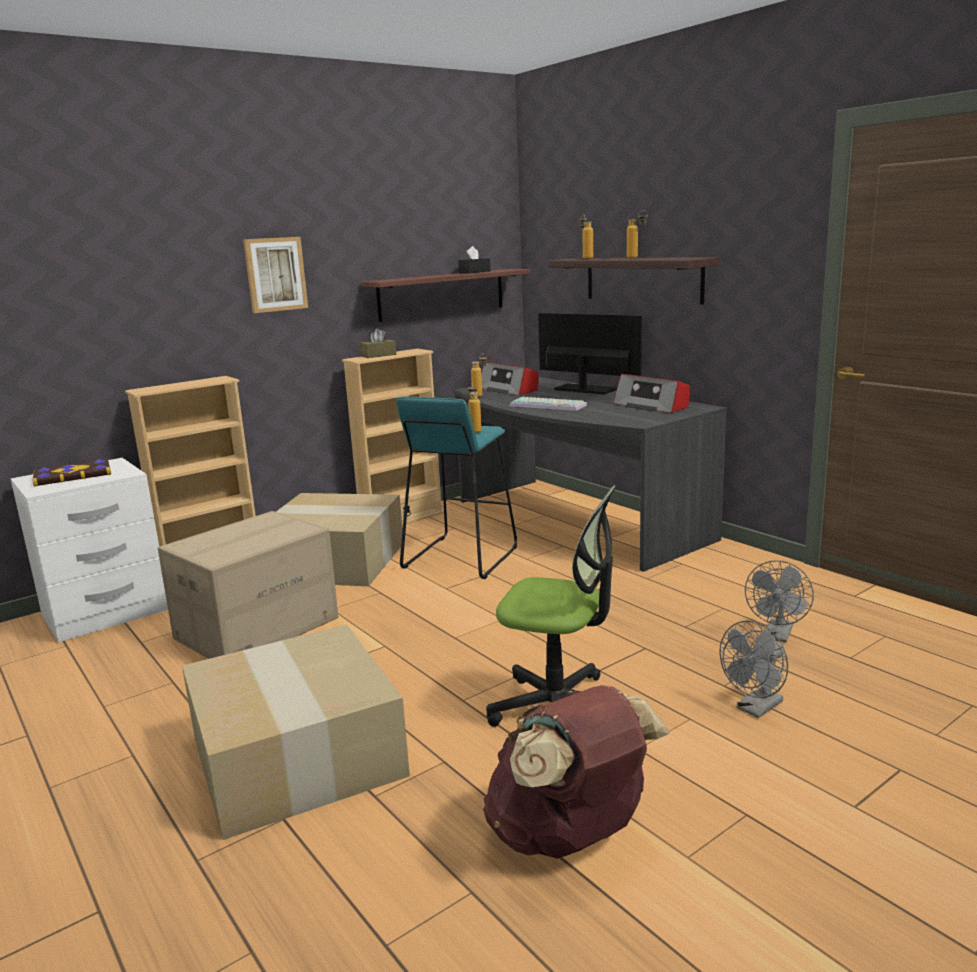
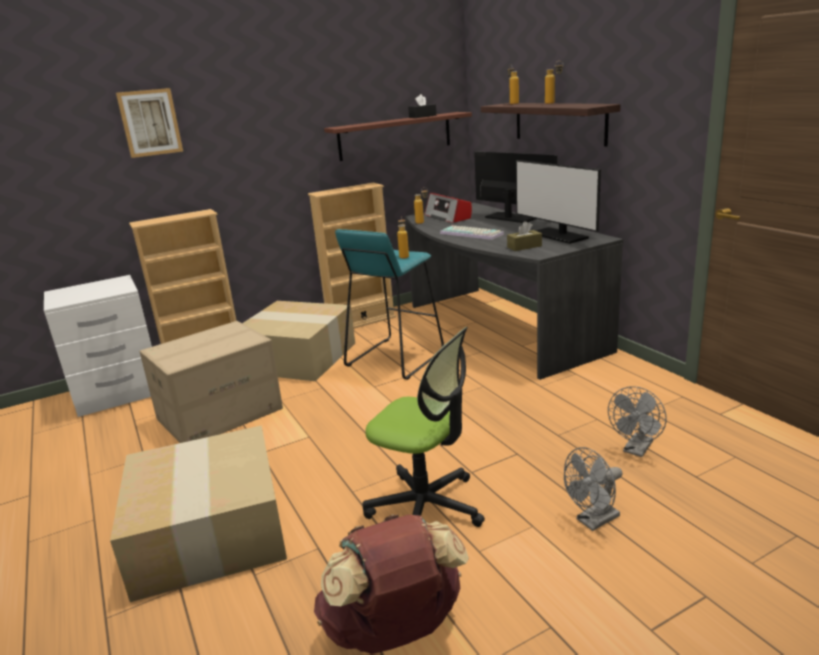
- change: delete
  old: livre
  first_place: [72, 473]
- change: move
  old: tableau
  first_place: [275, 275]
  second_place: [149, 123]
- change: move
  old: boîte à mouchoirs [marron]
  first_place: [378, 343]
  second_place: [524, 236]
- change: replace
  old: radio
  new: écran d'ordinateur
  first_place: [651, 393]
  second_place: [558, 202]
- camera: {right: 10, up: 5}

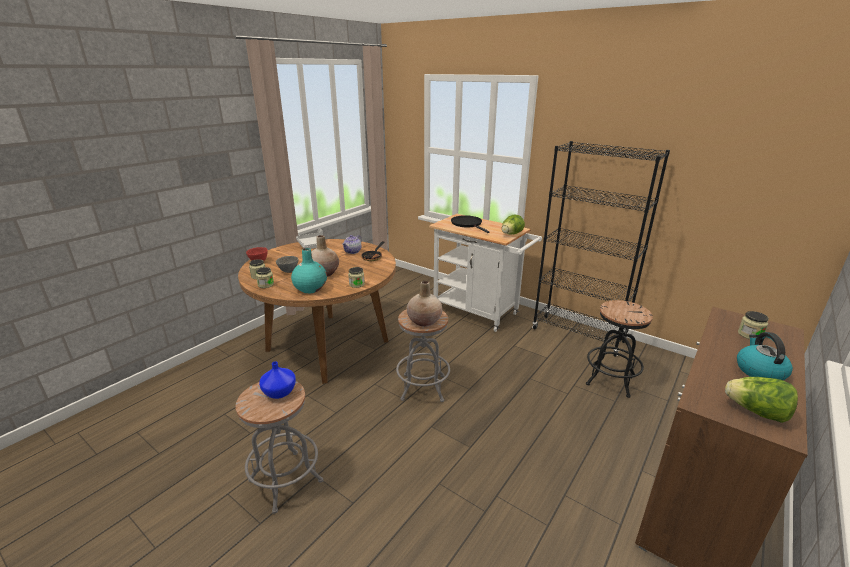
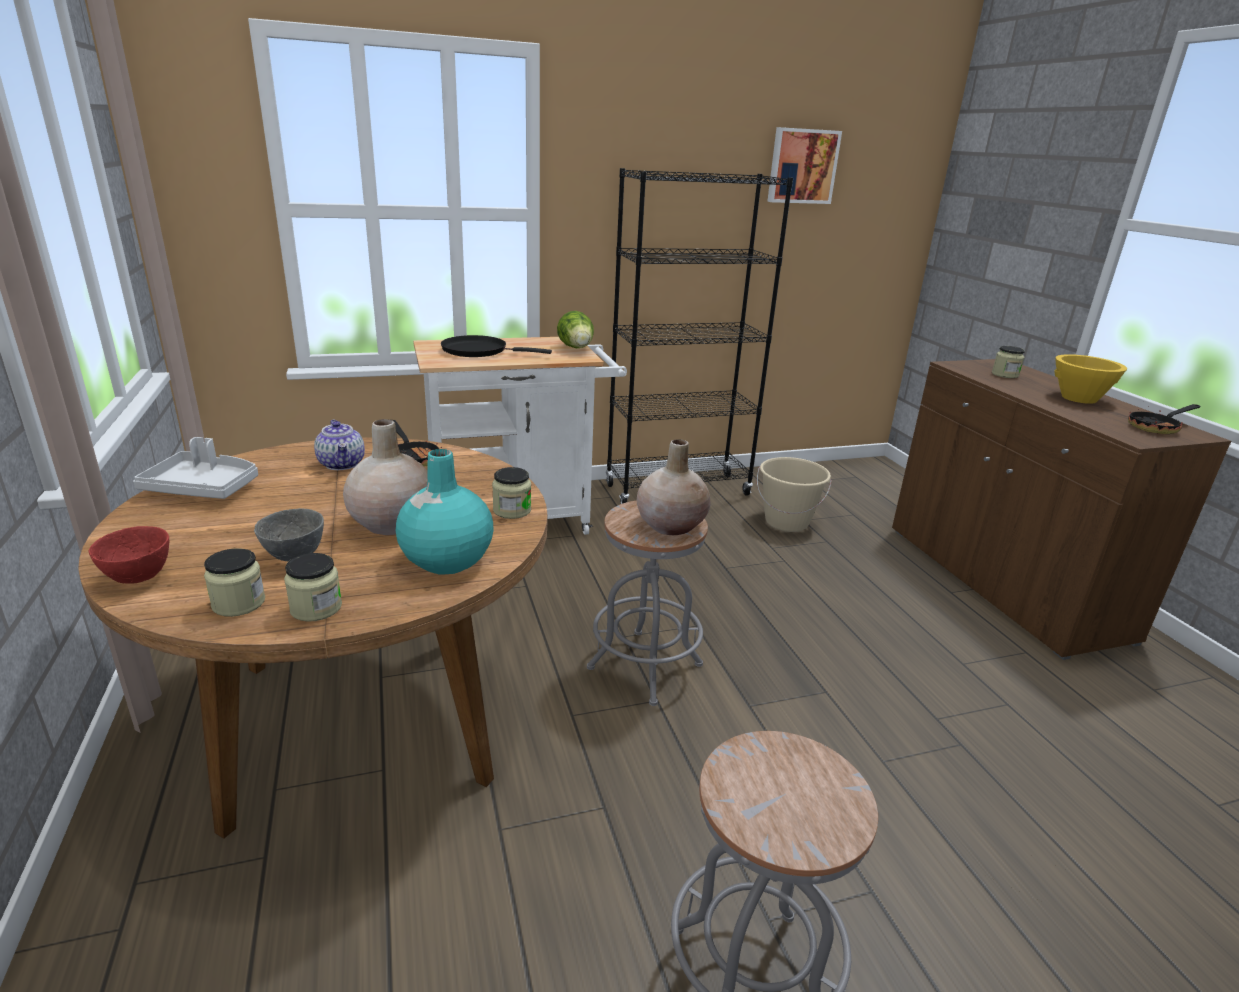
- change: delete
  old: vase [bleu]
  first_place: [277, 380]
- change: insert
  new: tableau
  second_place: [804, 165]
- change: replace
  old: tabouret [noir]
  new: seau [beige]
  first_place: [619, 349]
  second_place: [794, 494]
- change: replace
  old: laitue
  new: poêle
  first_place: [761, 400]
  second_place: [1164, 419]
- change: replace
  old: bouilloire
  new: bol [jaune]
  first_place: [765, 356]
  second_place: [1091, 379]
- camera: {right: -55, up: 0}

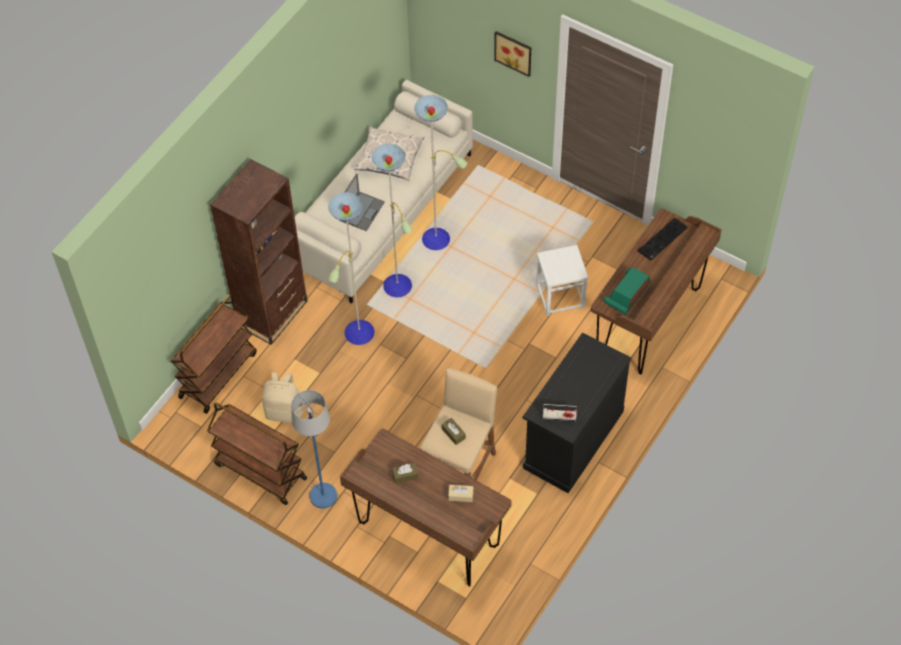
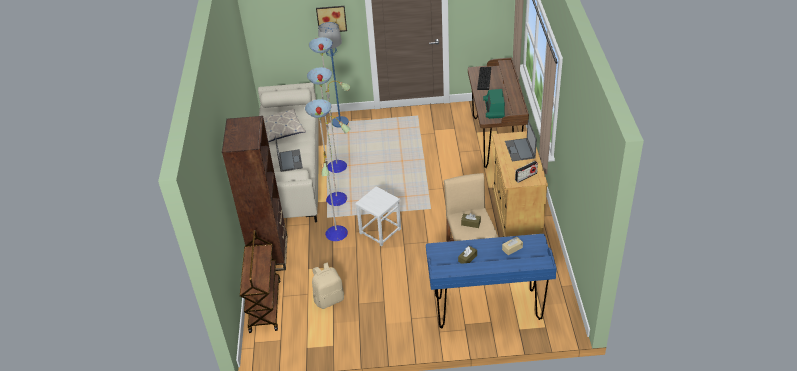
- change: delete
  old: chariot [marron]
  first_place: [257, 453]
- change: insert
  new: ordinateur portable
  second_place: [521, 140]
- change: move
  old: lampadaire [bleu]
  first_place: [314, 449]
  second_place: [333, 75]
- change: move
  old: tabouret [blanc]
  first_place: [562, 280]
  second_place: [378, 216]
- change: recolor
  old: bureau [marron]
  new: bureau [bleu]
  first_place: [426, 508]
  second_place: [491, 281]
- change: recolor
  old: meuble de rangement [noir]
  new: meuble de rangement [beige]
  first_place: [577, 412]
  second_place: [520, 184]
- camera: {right: -35, up: -15}

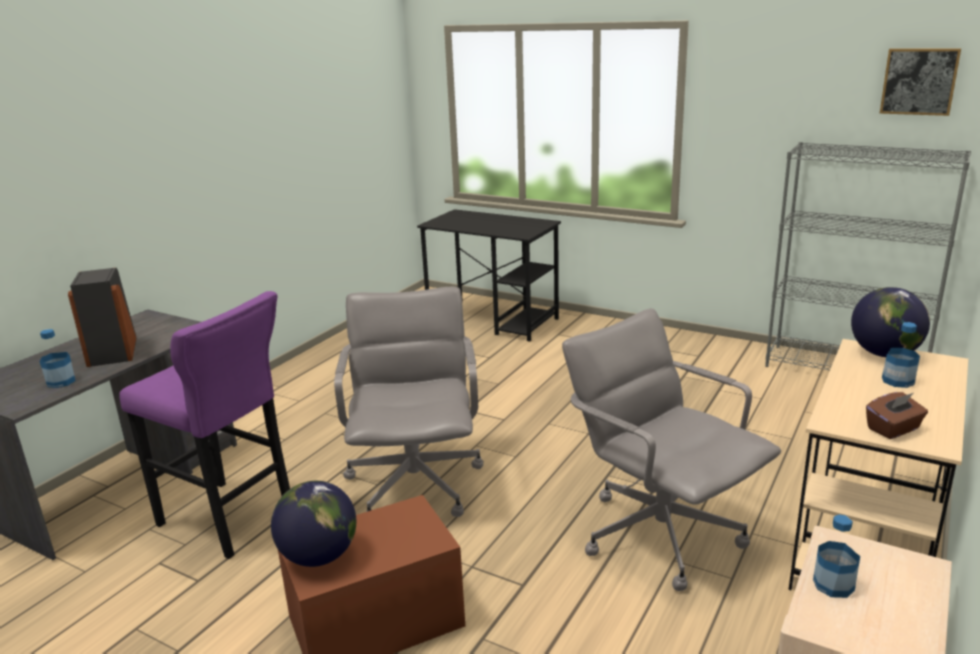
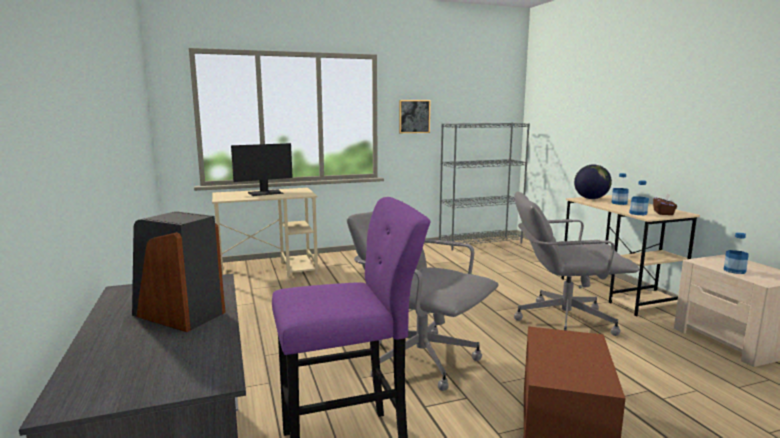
- change: delete
  old: globe
  first_place: [313, 524]
- change: insert
  new: écran d'ordinateur
  second_place: [262, 169]
- change: move
  old: bouteille
  first_place: [57, 358]
  second_place: [639, 197]
- change: move
  old: tableau
  first_place: [920, 82]
  second_place: [414, 116]
- change: recolor
  old: bureau [noir]
  new: bureau [beige]
  first_place: [489, 275]
  second_place: [265, 232]
- camera: {right: -50, up: -10}

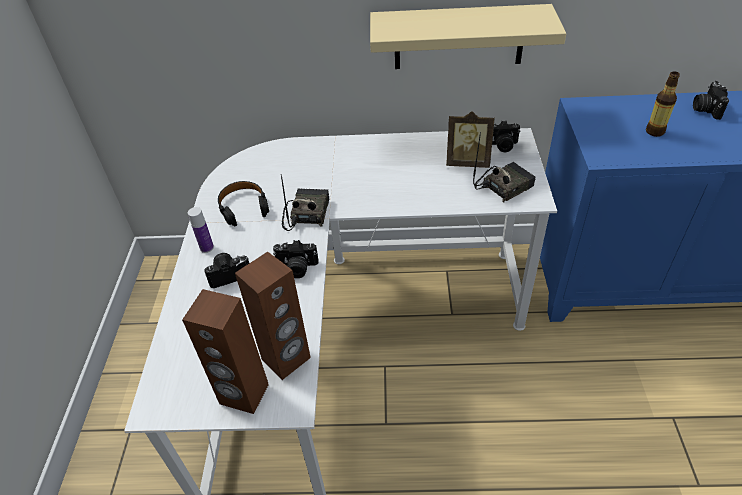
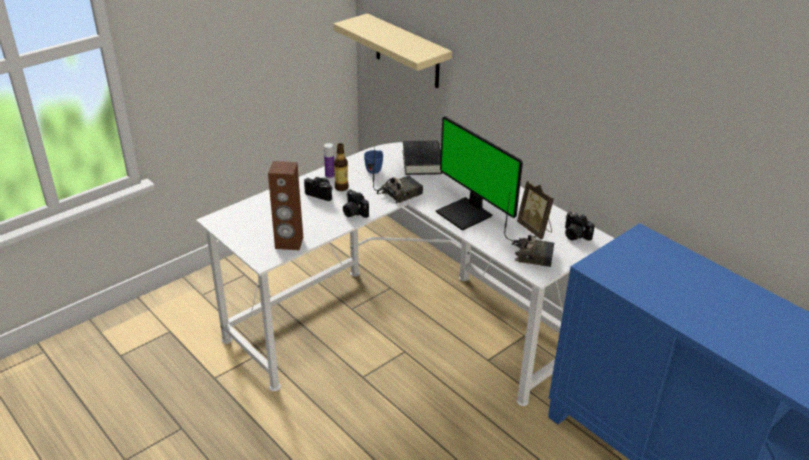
- change: delete
  old: enceinte [marron]
  first_place: [225, 351]
- change: delete
  old: appareil photo
  first_place: [711, 100]
- change: insert
  new: livre [noir]
  second_place: [422, 157]
- change: insert
  new: écran d'ordinateur
  second_place: [479, 173]
- change: move
  old: étagère [beige]
  first_place: [468, 36]
  second_place: [392, 50]
- change: move
  old: bouteille
  first_place: [663, 104]
  second_place: [341, 167]
- change: replace
  old: casque audio [noir]
  new: mug [bleu]
  first_place: [243, 204]
  second_place: [373, 162]
- camera: {right: 45, up: -10}

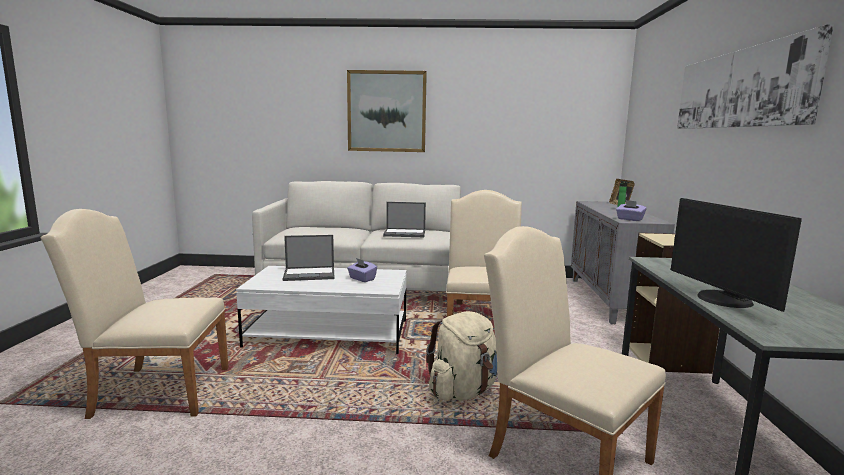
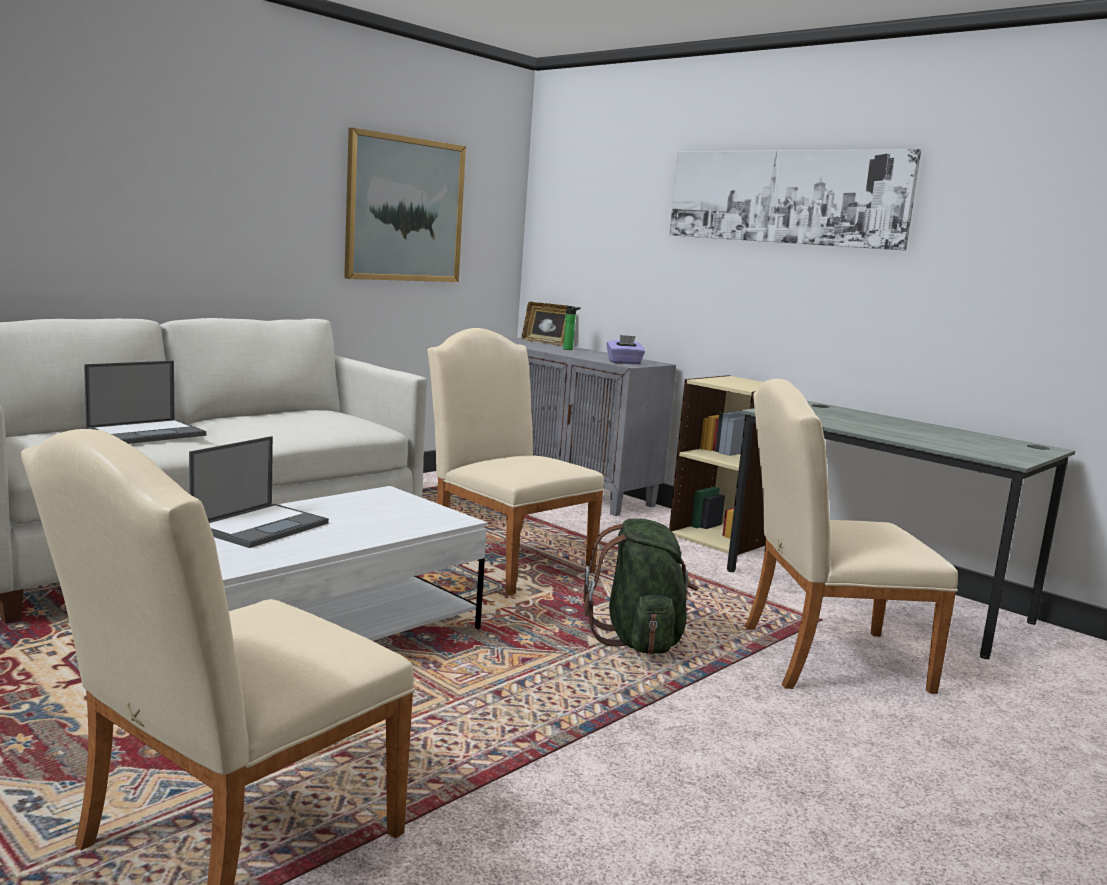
- change: delete
  old: boîte à mouchoirs [violet]
  first_place: [362, 270]
- change: delete
  old: écran d'ordinateur
  first_place: [736, 255]
- change: move
  old: tableau
  first_place: [387, 111]
  second_place: [405, 205]
- change: move
  old: ordinateur portable
  first_place: [404, 219]
  second_place: [145, 402]
- change: recolor
  old: sac à dos [beige]
  new: sac à dos [vert]
  first_place: [462, 355]
  second_place: [641, 586]
- camera: {right: -50, up: 0}

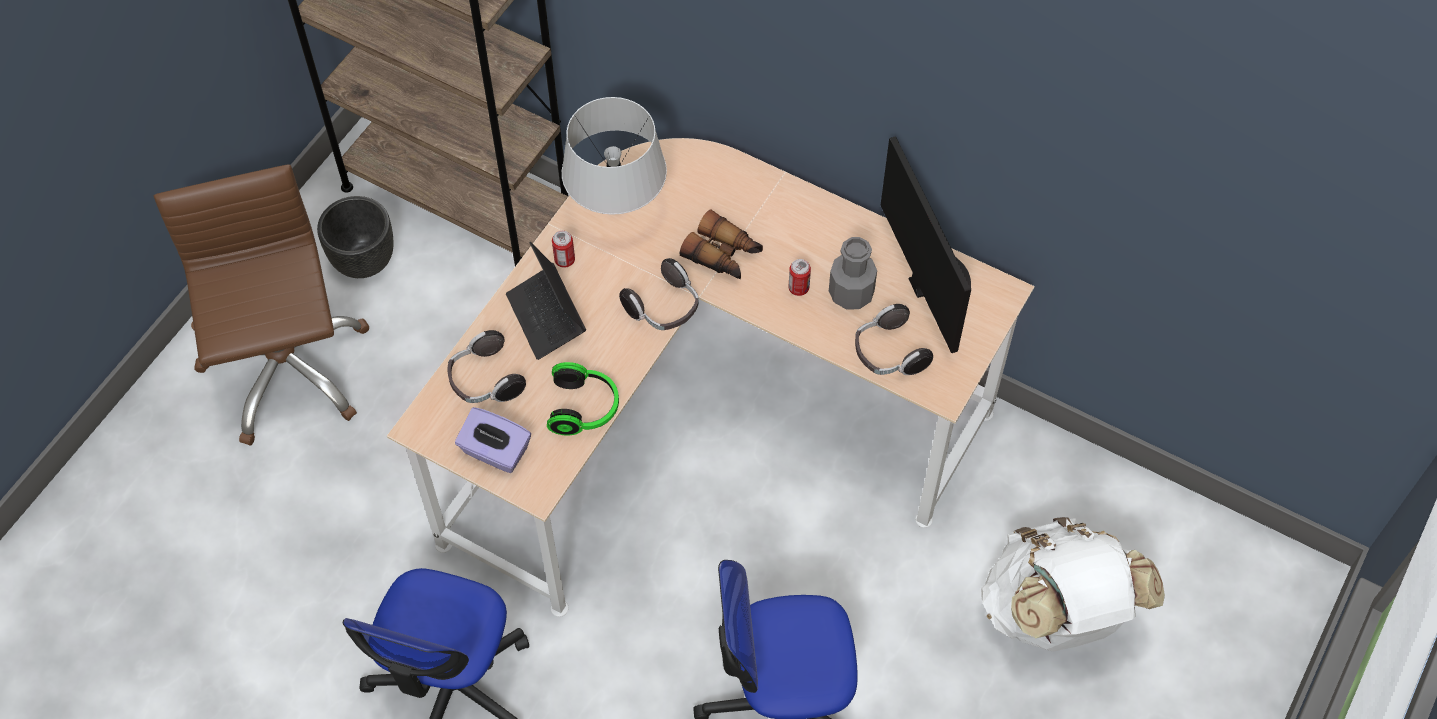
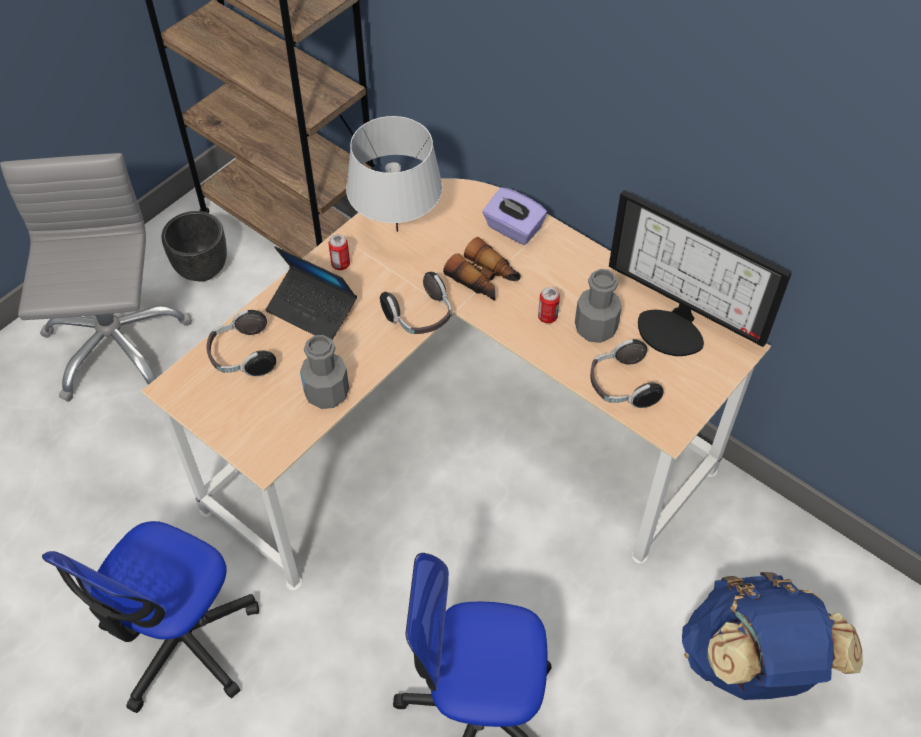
- change: move
  old: boîte à mouchoirs [violet]
  first_place: [493, 440]
  second_place: [515, 216]
- change: replace
  old: casque audio
  new: bouteille [gris]
  first_place: [583, 398]
  second_place: [324, 372]
- change: recolor
  old: chaise de bureau [marron]
  new: chaise de bureau [gris]
  first_place: [262, 304]
  second_place: [96, 277]
- change: recolor
  old: sac à dos [blanc]
  new: sac à dos [bleu]
  first_place: [1073, 584]
  second_place: [772, 636]
- change: rotate
  old: ordinateur portable
  first_place: [546, 301]
  second_place: [311, 293]
  degrees: -45
- change: rotate
  old: écran d'ordinateur
  first_place: [926, 244]
  second_place: [700, 273]
  degrees: 135
- camera: {right: 10, up: -5}

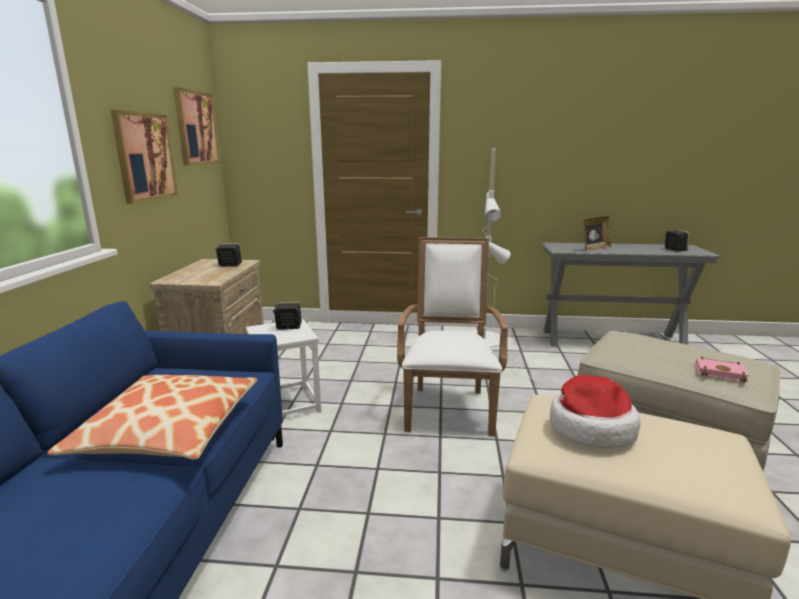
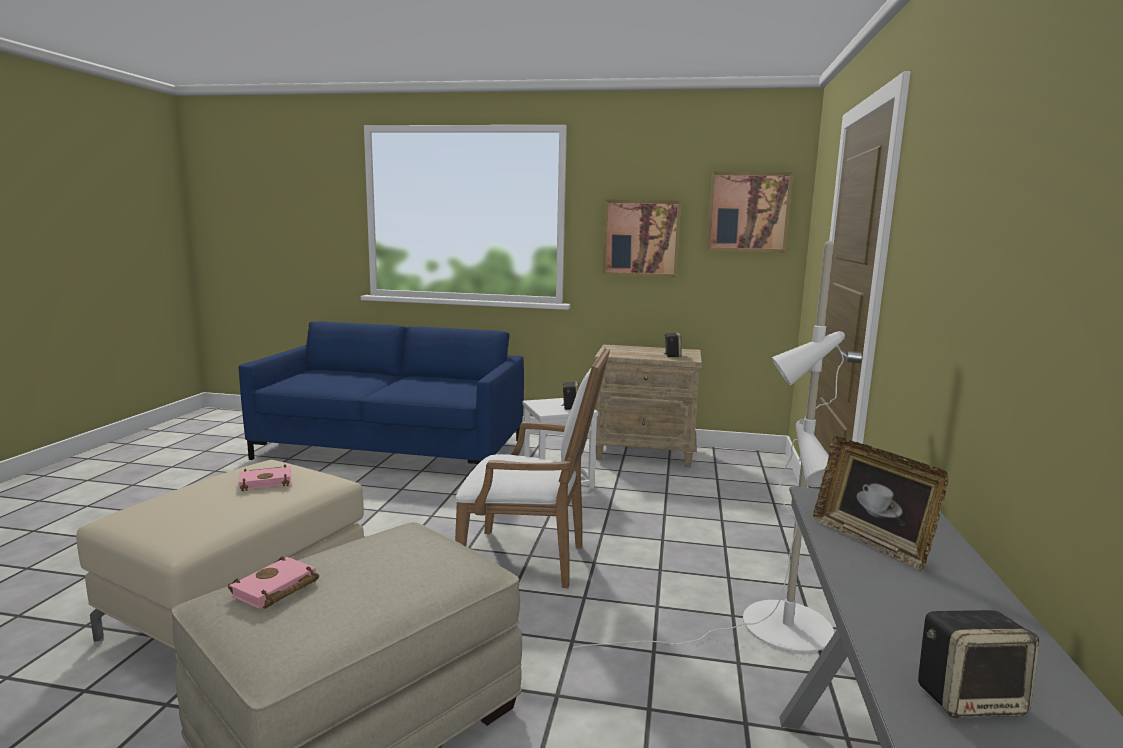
- change: delete
  old: coussin
  first_place: [152, 417]
- change: replace
  old: chapeau
  new: livre [rose]
  first_place: [595, 411]
  second_place: [265, 478]
- camera: {right: 95, up: -5}

